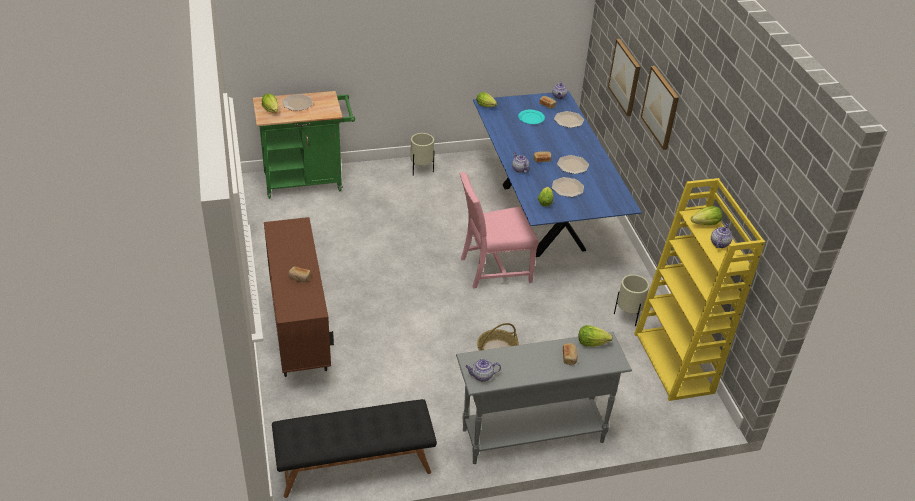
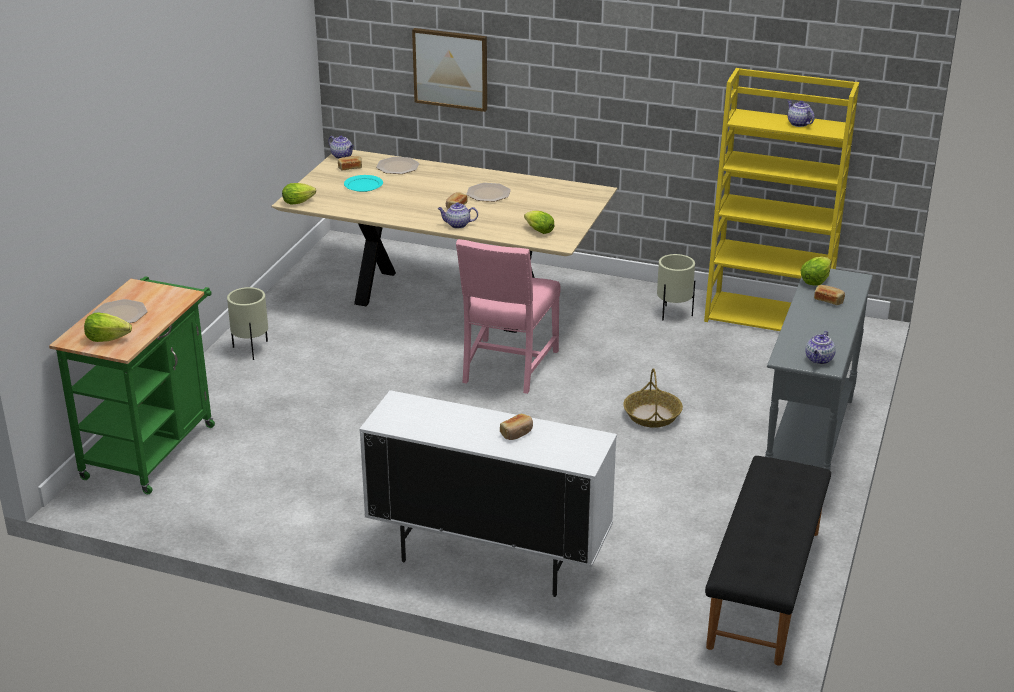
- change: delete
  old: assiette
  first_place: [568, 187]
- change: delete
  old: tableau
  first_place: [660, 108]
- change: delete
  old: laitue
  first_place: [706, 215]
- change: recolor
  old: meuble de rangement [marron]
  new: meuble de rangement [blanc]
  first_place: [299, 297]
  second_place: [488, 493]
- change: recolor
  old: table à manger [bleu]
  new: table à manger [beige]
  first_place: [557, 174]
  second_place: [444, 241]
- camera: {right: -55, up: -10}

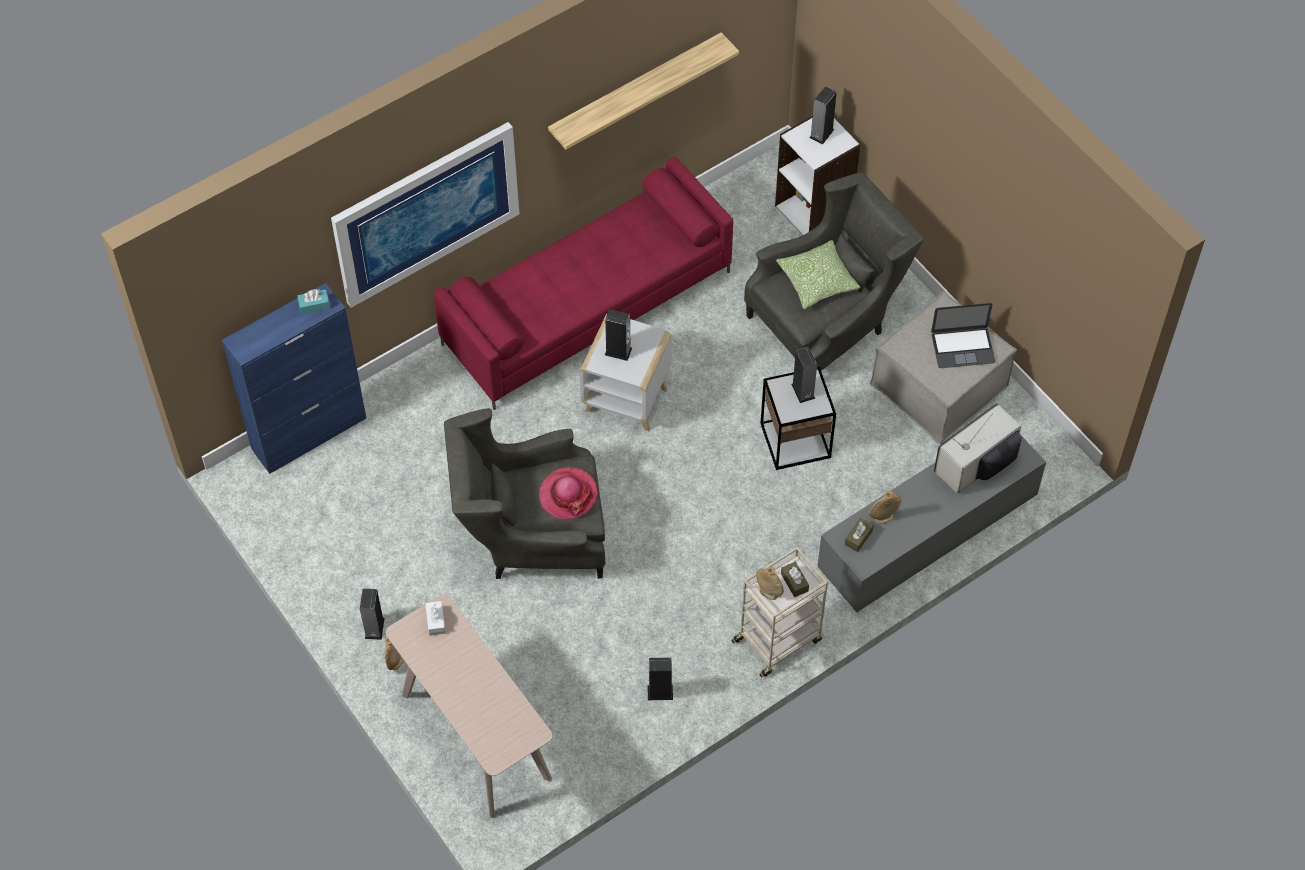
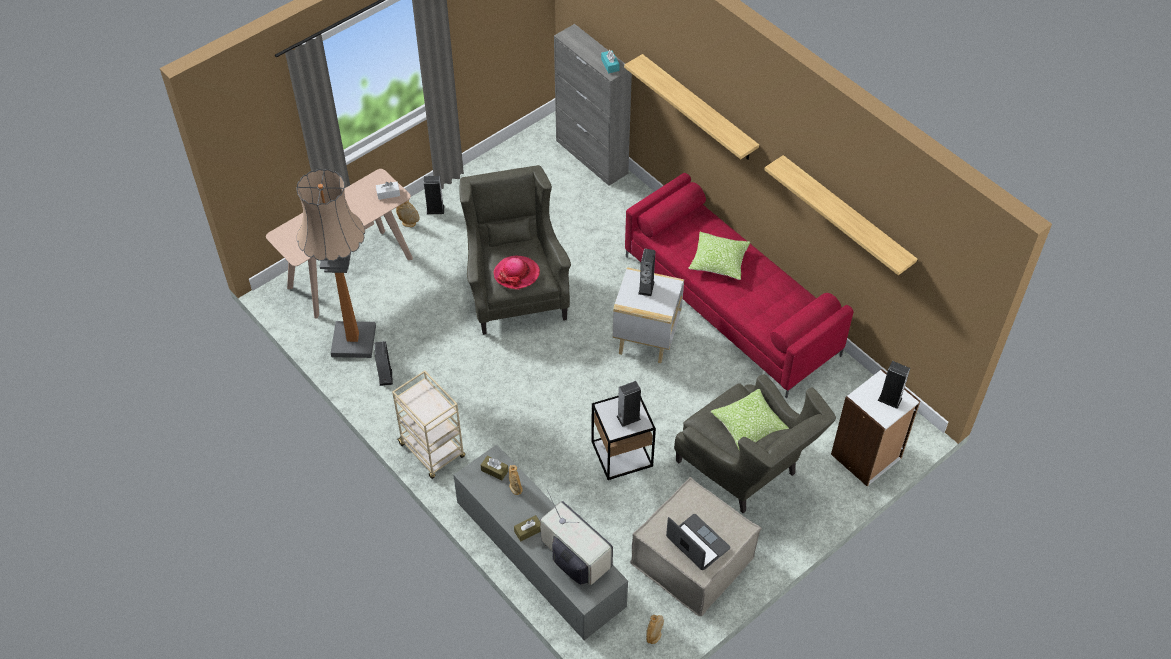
- change: insert
  new: lampadaire
  second_place: [336, 263]
- change: insert
  new: coussin
  second_place: [719, 256]
- change: move
  old: vase [beige]
  first_place: [770, 583]
  second_place: [655, 629]
- change: move
  old: boîte à mouchoirs [marron]
  first_place: [795, 579]
  second_place: [527, 528]
- change: replace
  old: tableau
  new: étagère
  first_place: [425, 215]
  second_place: [691, 107]
- change: recolor
  old: meuble de rangement [bleu]
  new: meuble de rangement [gris]
  first_place: [294, 378]
  second_place: [593, 105]
- change: rotate
  old: ordinateur portable
  first_place: [963, 335]
  second_place: [698, 542]
  degrees: 150
- camera: {right: 85, up: -5}

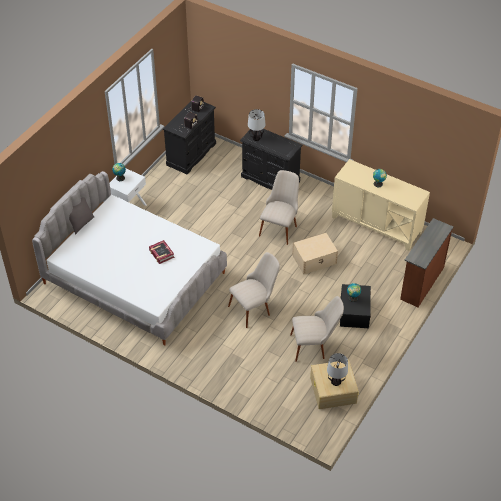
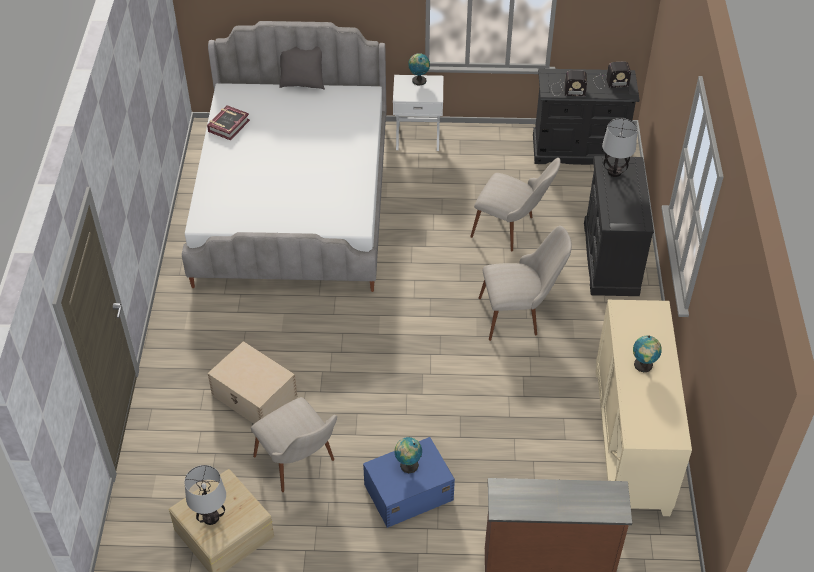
- change: move
  old: livre
  first_place: [161, 252]
  second_place: [228, 122]
- change: move
  old: chaise [beige]
  first_place: [254, 290]
  second_place: [515, 204]
- change: move
  old: boîte de rangement [beige]
  first_place: [315, 254]
  second_place: [252, 382]
- change: recolor
  old: boîte de rangement [noir]
  new: boîte de rangement [bleu]
  first_place: [355, 306]
  second_place: [409, 482]
- camera: {right: 60, up: 0}

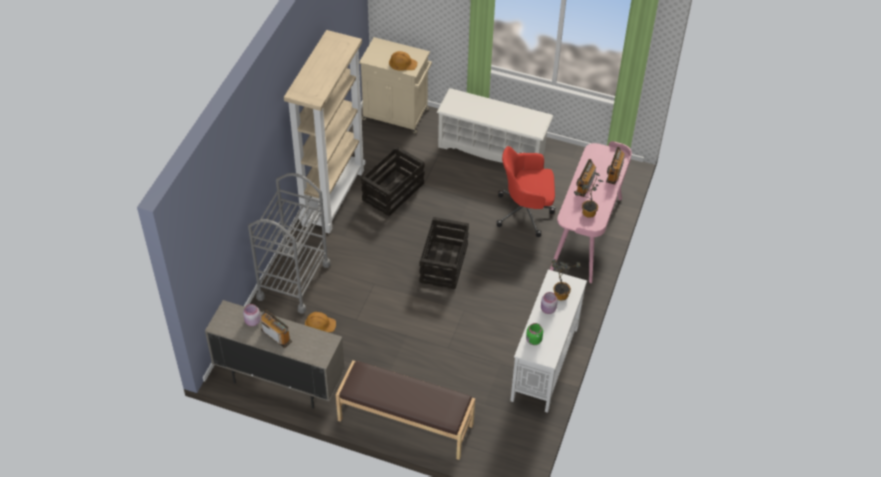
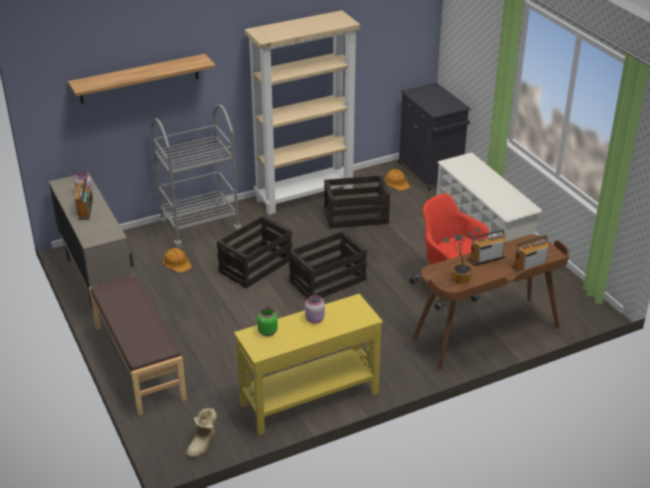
- change: delete
  old: plante en pot
  first_place: [566, 279]
- change: insert
  new: étagère
  second_place: [142, 79]
- change: insert
  new: botte
  second_place: [201, 433]
- change: insert
  new: caisse
  second_place: [254, 251]
- change: move
  old: casque de chantier [orange]
  first_place: [403, 61]
  second_place: [397, 180]
- change: recolor
  old: meuble de rangement [beige]
  new: meuble de rangement [noir]
  first_place: [395, 85]
  second_place: [434, 136]
- change: recolor
  old: table console [blanc]
  new: table console [jaune]
  first_place: [548, 341]
  second_place: [308, 364]
- change: recolor
  old: bureau [rose]
  new: bureau [marron]
  first_place: [591, 212]
  second_place: [490, 302]
- camera: {right: 45, up: -15}

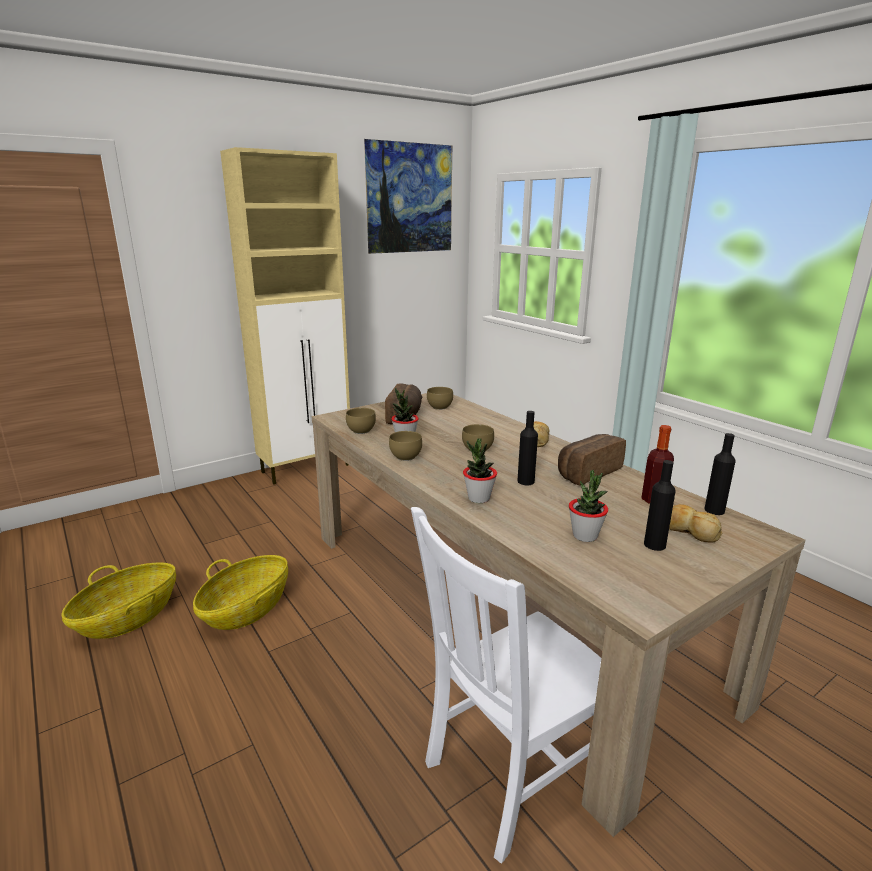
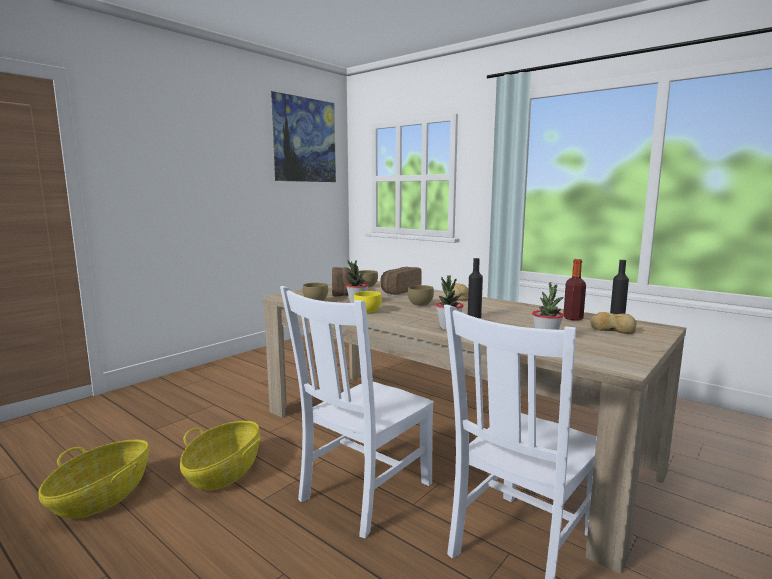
- change: delete
  old: meuble de rangement [beige]
  first_place: [285, 316]
- change: delete
  old: bouteille [noir]
  first_place: [660, 505]
- change: insert
  new: chaise [blanc]
  second_place: [357, 412]
- change: move
  old: pain
  first_place: [592, 460]
  second_place: [401, 281]
- change: recolor
  old: bol [marron]
  new: bol [jaune]
  first_place: [405, 446]
  second_place: [368, 302]
- camera: {right: -15, up: -10}

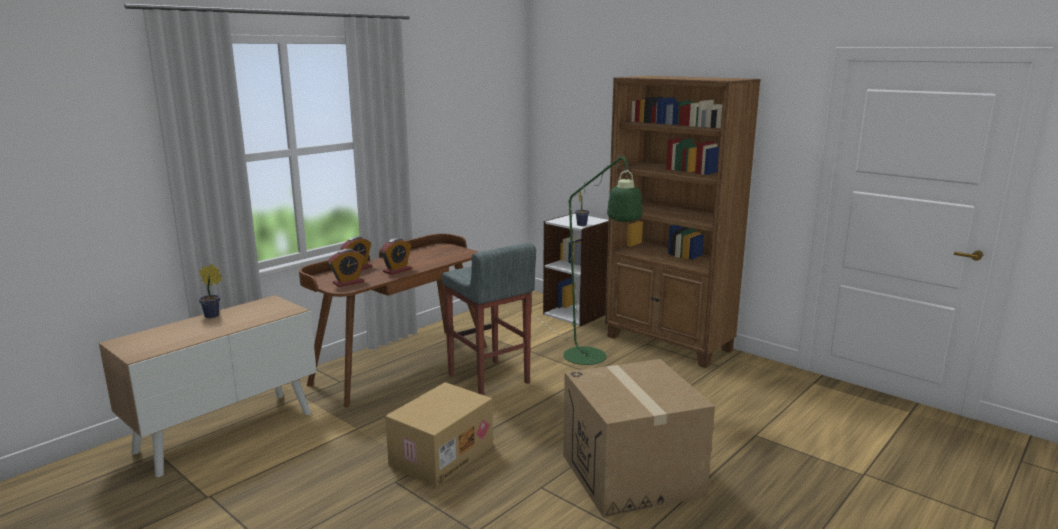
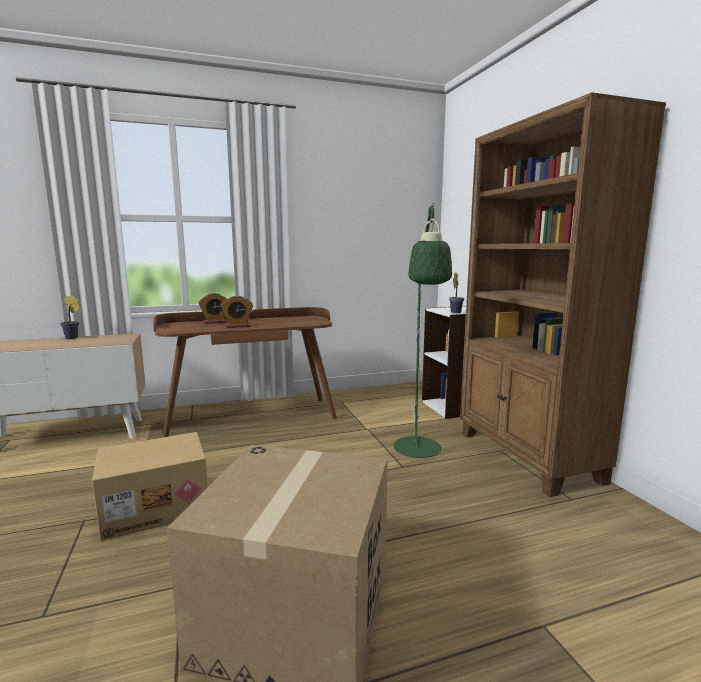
- change: delete
  old: réveil
  first_place: [346, 268]
- change: delete
  old: tabouret [gris]
  first_place: [488, 319]
- camera: {right: 30, up: -5}

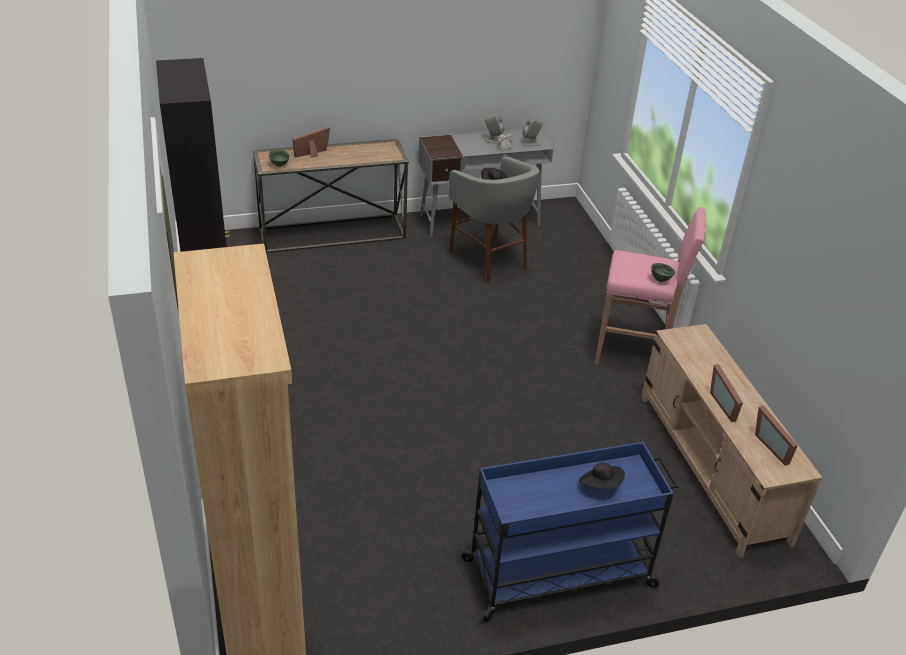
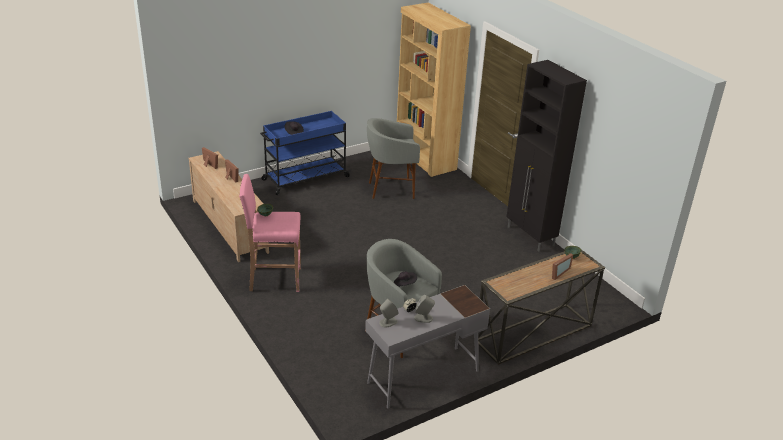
- change: insert
  new: tabouret [gris]
  second_place: [393, 158]
- camera: {right: 165, up: -5}

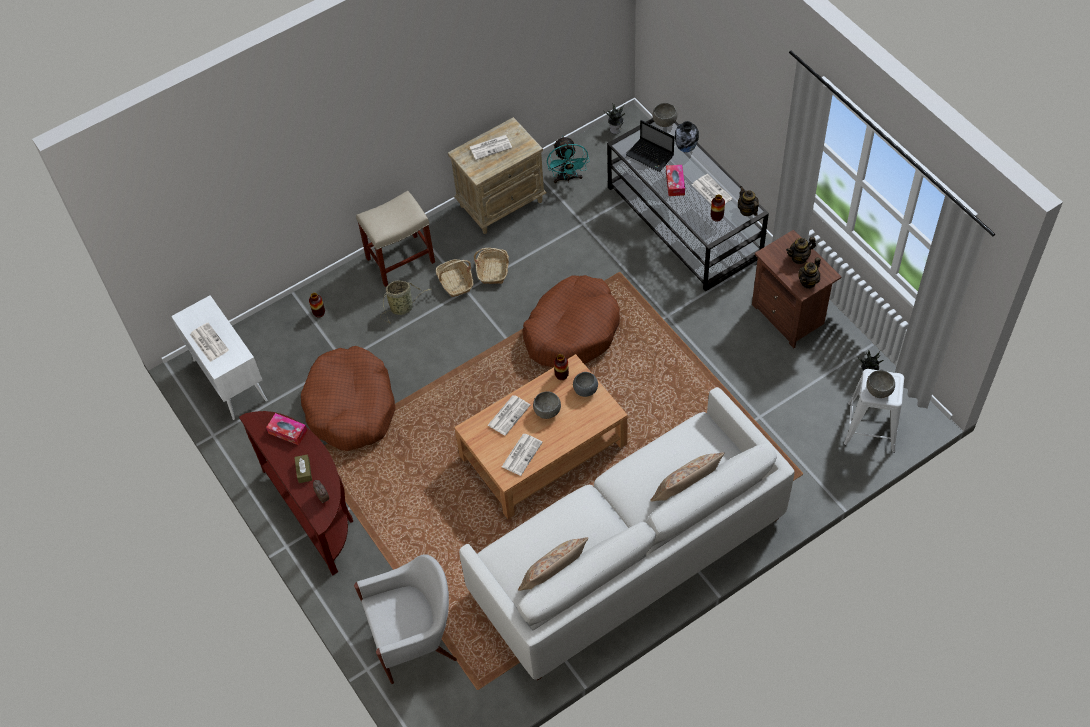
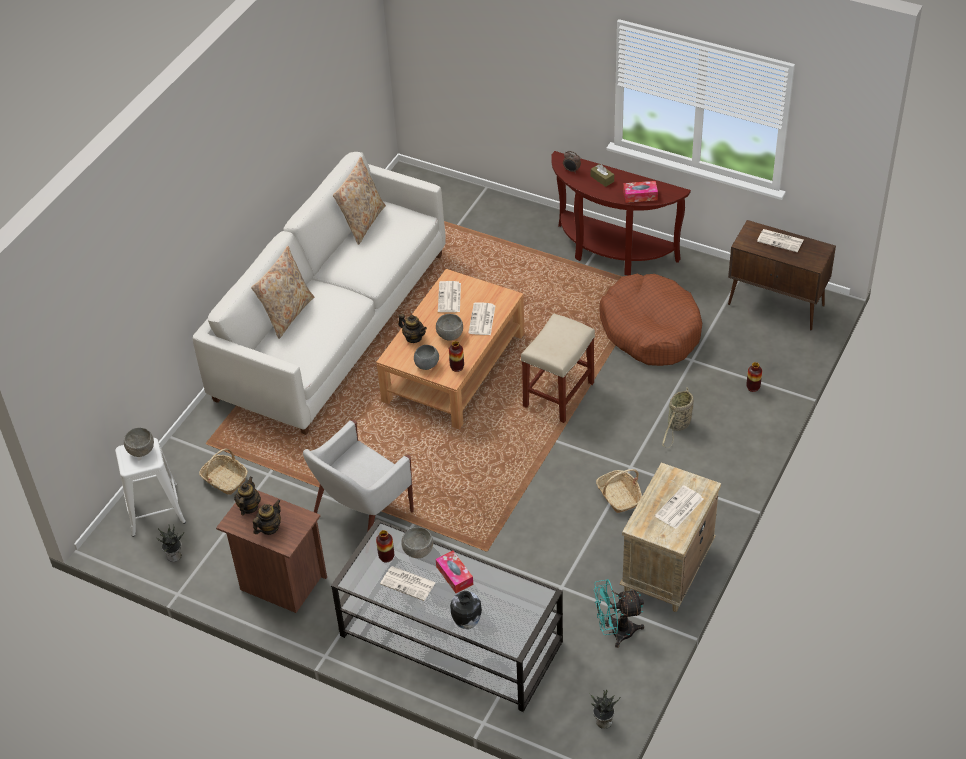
- change: delete
  old: panier pour chien [marron]
  first_place: [571, 321]
- change: delete
  old: ordinateur portable
  first_place: [650, 146]
- change: move
  old: fauteuil [blanc]
  first_place: [405, 619]
  second_place: [358, 476]
- change: move
  old: tabouret [beige]
  first_place: [395, 239]
  second_place: [558, 368]
- change: move
  old: panier
  first_place: [454, 278]
  second_place: [223, 471]
- change: move
  old: bol [gris]
  first_place: [665, 115]
  second_place: [417, 542]
- change: move
  old: théière
  first_place: [748, 201]
  second_place: [412, 328]
- change: recolor
  old: meuble de rangement [blanc]
  new: meuble de rangement [marron]
  first_place: [219, 357]
  second_place: [782, 275]
- change: rotate
  old: ventilateur [turquoise]
  first_place: [568, 159]
  second_place: [619, 613]
  degrees: -60
- camera: {right: 150, up: -10}

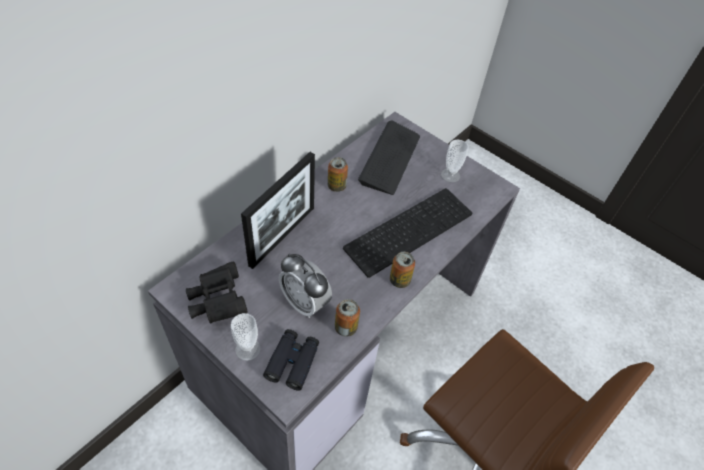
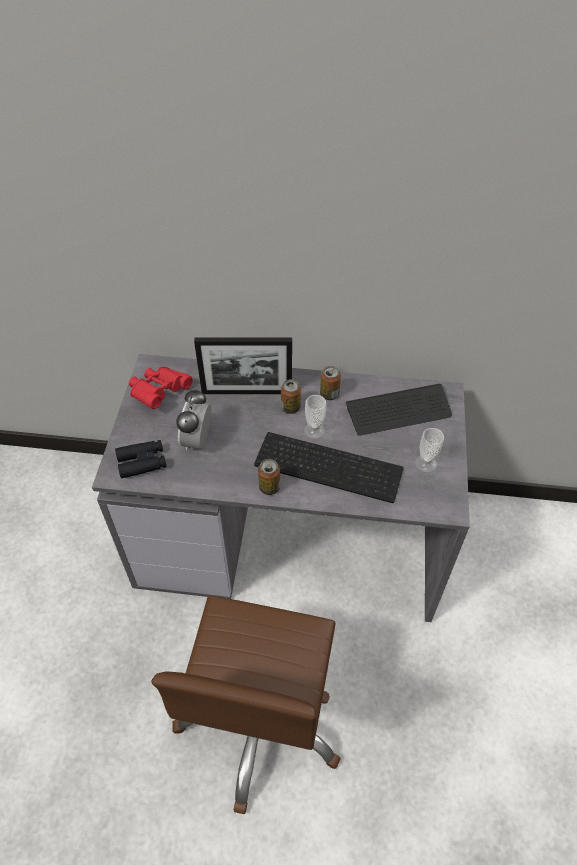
- change: move
  old: tasse
  first_place: [246, 337]
  second_place: [315, 417]
- change: move
  old: boîte métallique
  first_place: [347, 318]
  second_place: [291, 396]
- change: recolor
  old: jumelles [noir]
  new: jumelles [rouge]
  first_place: [217, 292]
  second_place: [161, 388]
- camera: {right: 60, up: 0}

